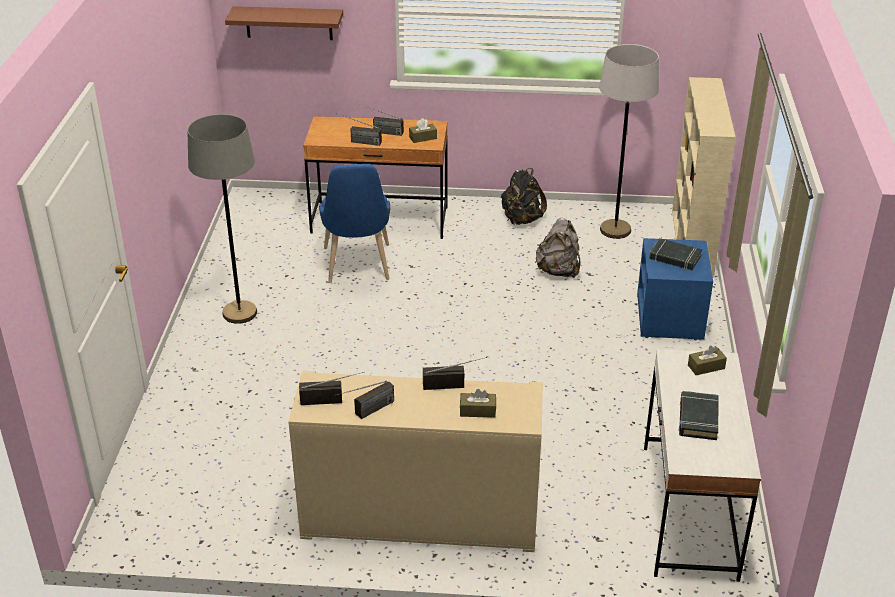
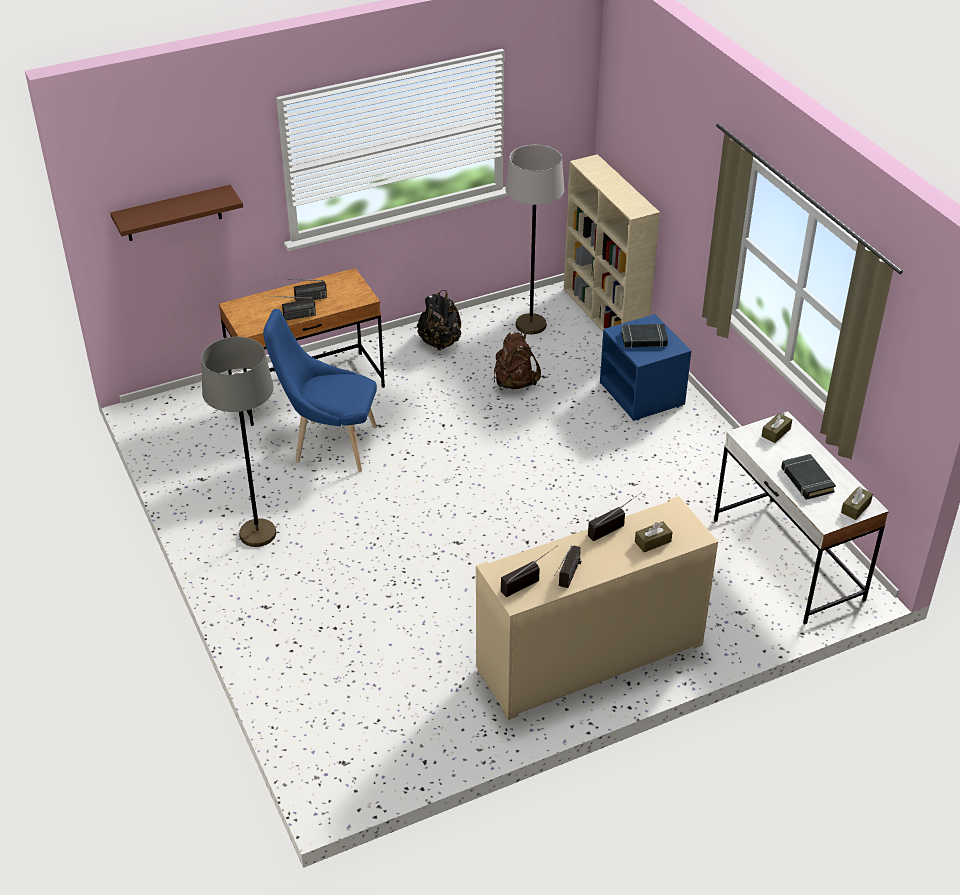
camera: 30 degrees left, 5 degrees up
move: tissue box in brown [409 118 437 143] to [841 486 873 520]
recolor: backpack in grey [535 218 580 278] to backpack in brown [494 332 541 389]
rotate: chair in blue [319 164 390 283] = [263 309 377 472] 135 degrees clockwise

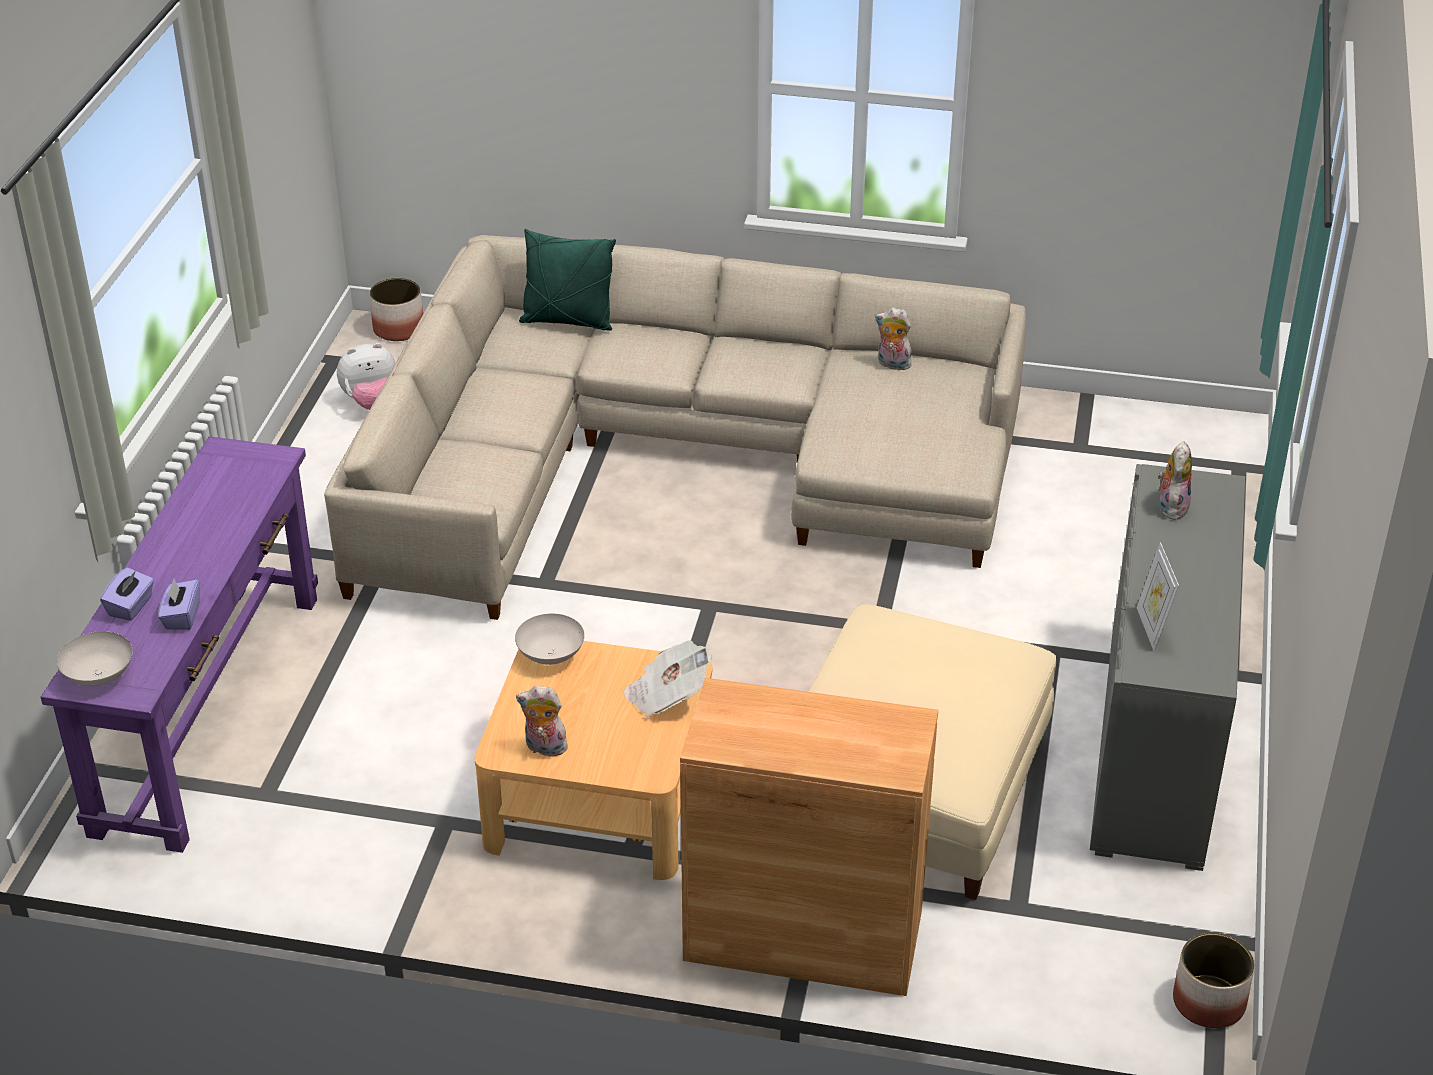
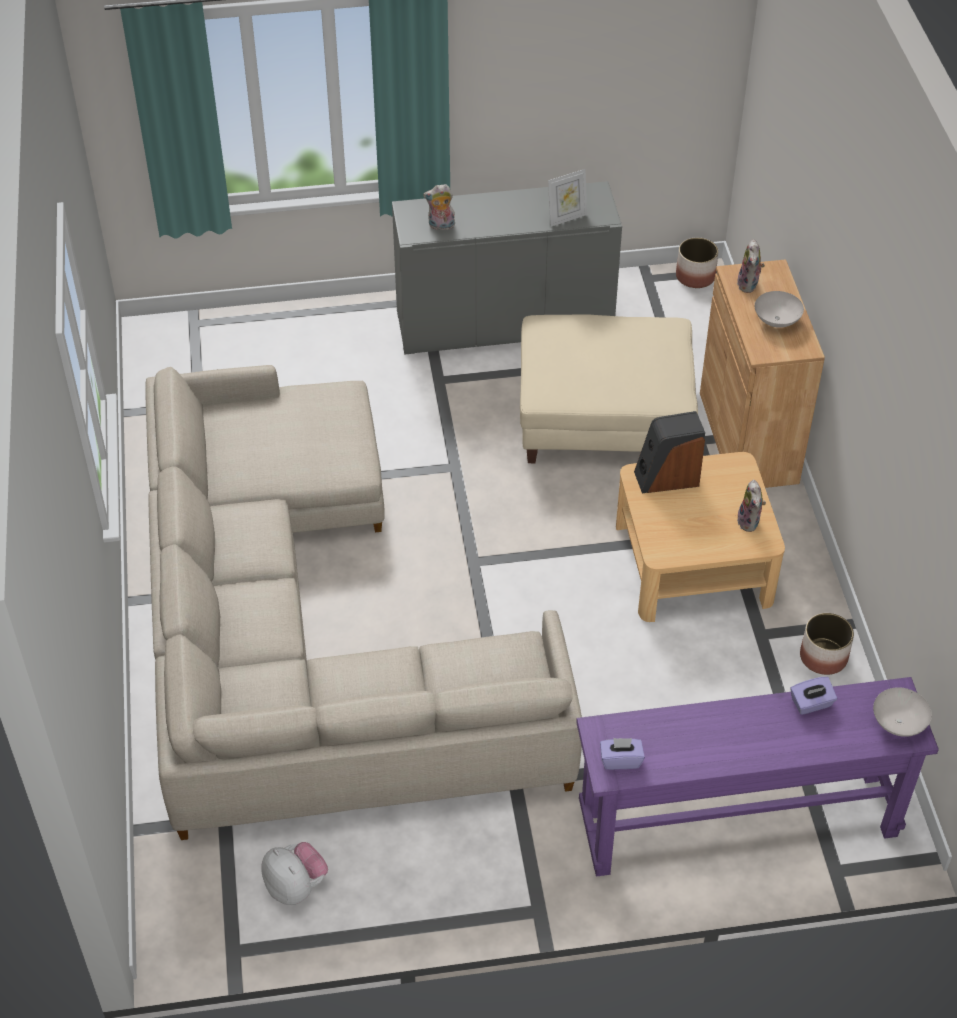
camera: 110 degrees left, 10 degrees up
delete: pillow in green [519 229 616 331]
move: tissue box in purple [100 567 154 621] to [600 738 645 770]; planter [369 278 423 341] to [800 613 854 675]; bowl in white [515 614 585 665] to [755 291 804 328]; plush toy [875 307 912 370] to [738 239 765 293]
replace: newspaper [624 640 712 718] to speaker [634 411 705 493]

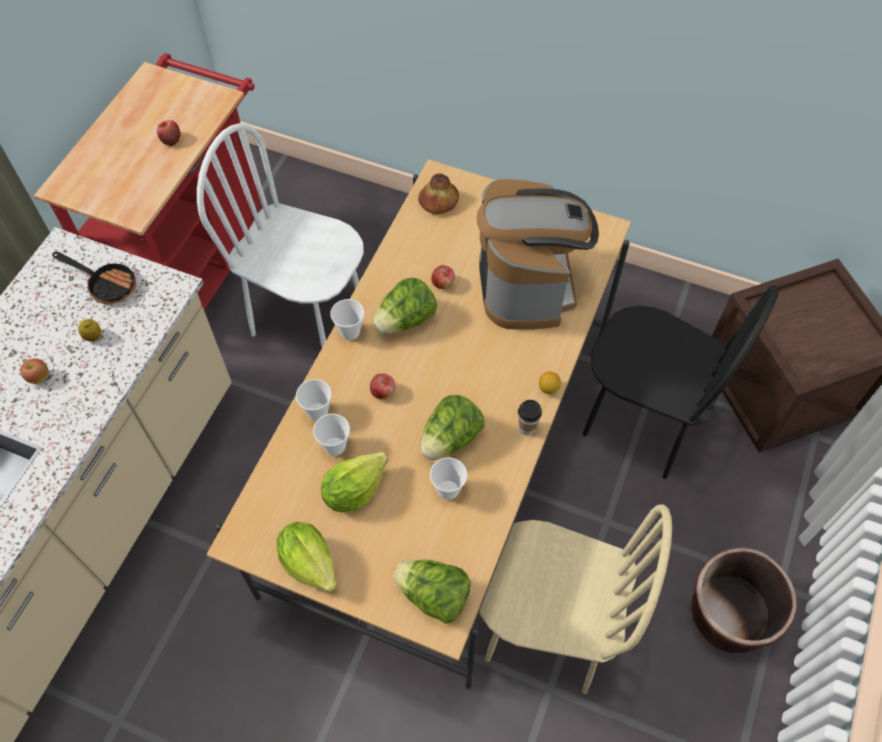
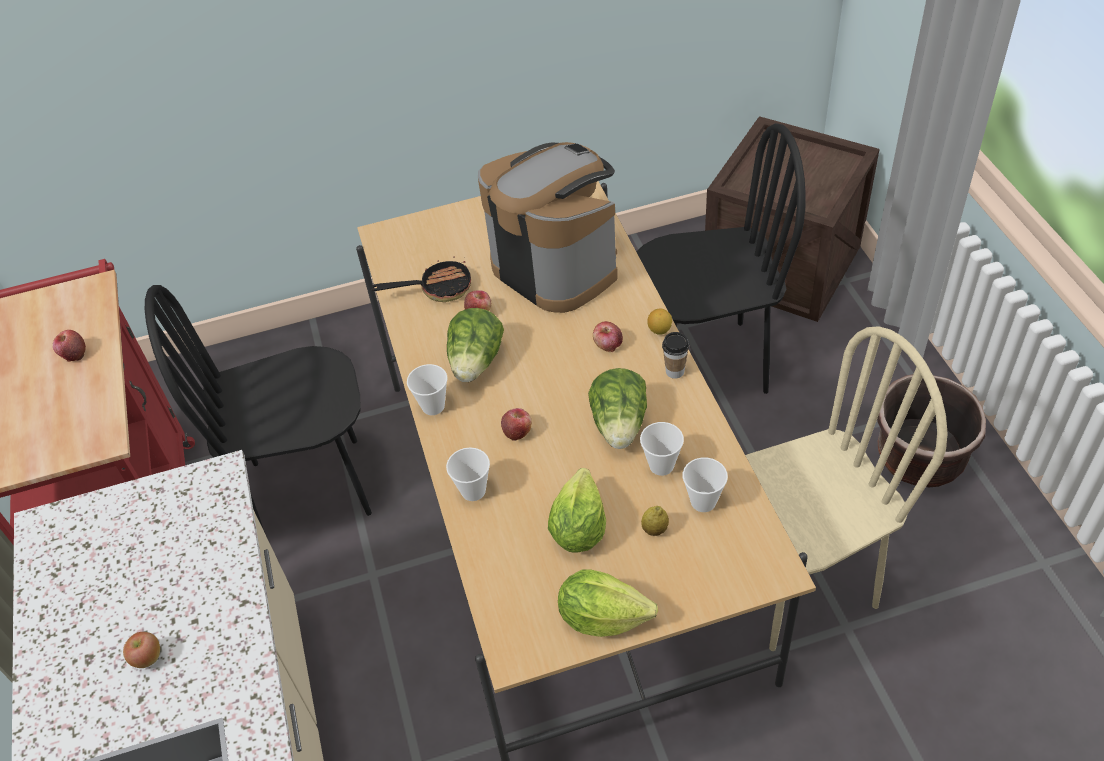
camera: 35 degrees left, 10 degrees down
delete: lettuce [393 560 471 624]; bread [418 173 459 214]
insert: apple [593 321 623 352]
move: frying pan [52 252 136 305] to [371 257 471 302]; lemon [79 319 101 341] to [641 506 669 536]; cup [313 414 350 456] to [682 458 728 512]
recolor: chair in white [197 123 364 347] to chair in black [145 285 372 530]

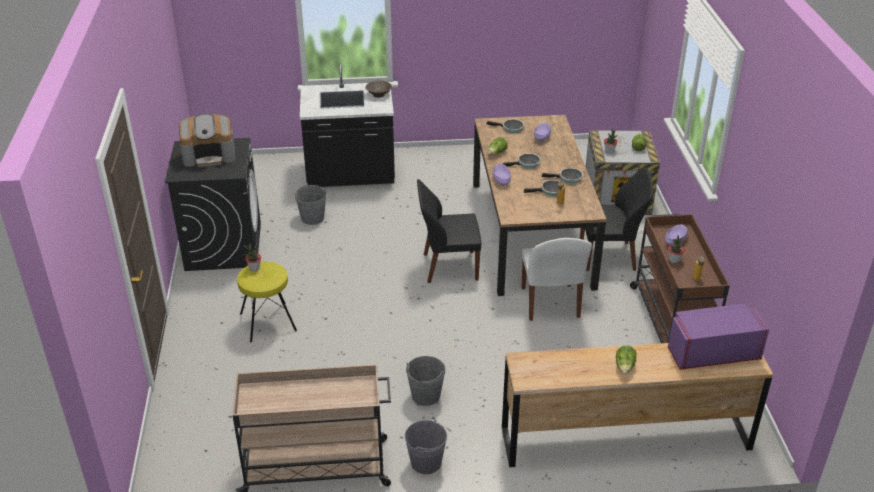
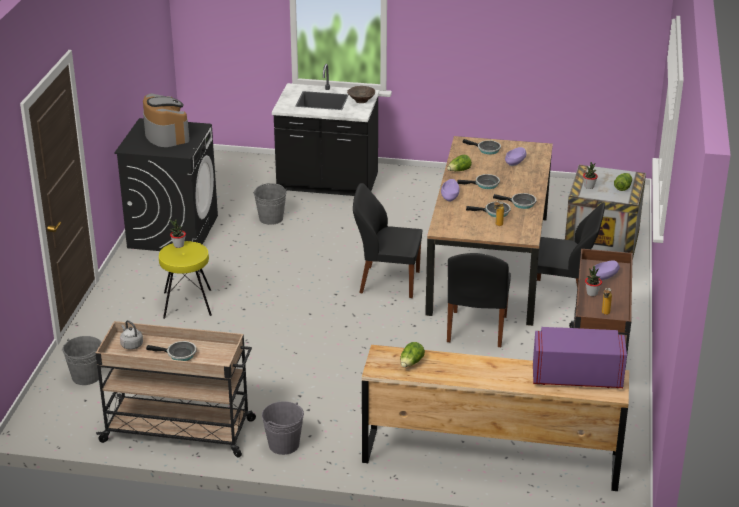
camera: 15 degrees right, 5 degrees down
insert: kettle in grey [120 320 143 350]; frying pan [146 341 197 361]
move: bucket in grey [406 356 446 406] to [62 336 102 385]; lettuce [616 345 637 374] to [400 342 425 367]
recolor: chair in white [522 238 592 321] to chair in black [447 253 511 347]
rotate: coffee machine [179 114 235 167] = [143 93 189 147] 120 degrees counterclockwise

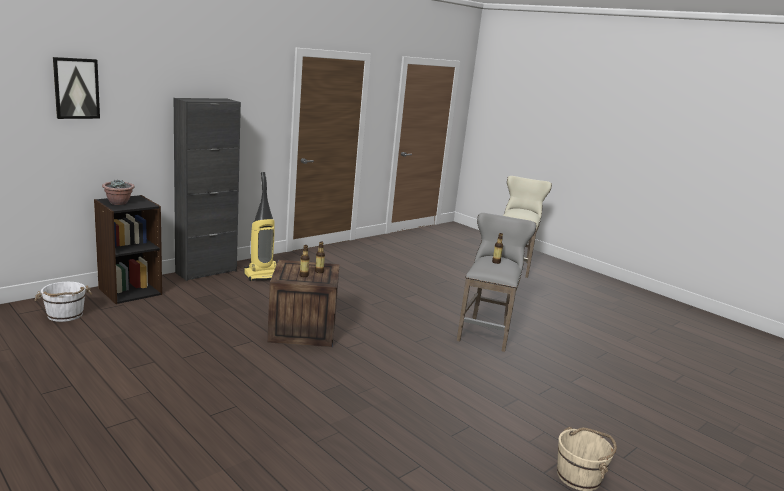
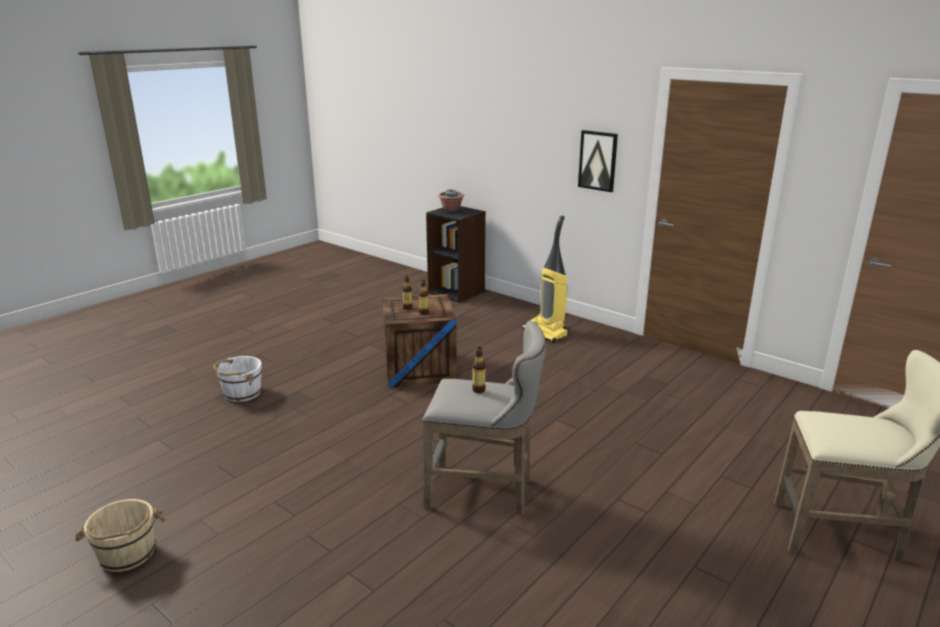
camera: 85 degrees right, 5 degrees up
delete: cabinet in black [174 98 241 281]
move: bucket in white [34 282 92 322] to [213 356 262 402]; picture [53 57 100 119] to [578 130 618 192]

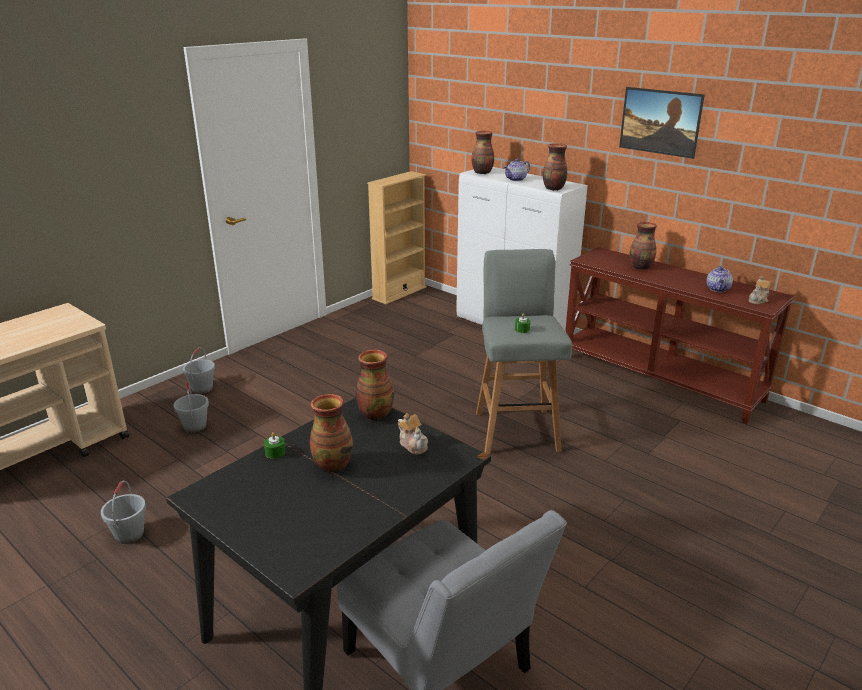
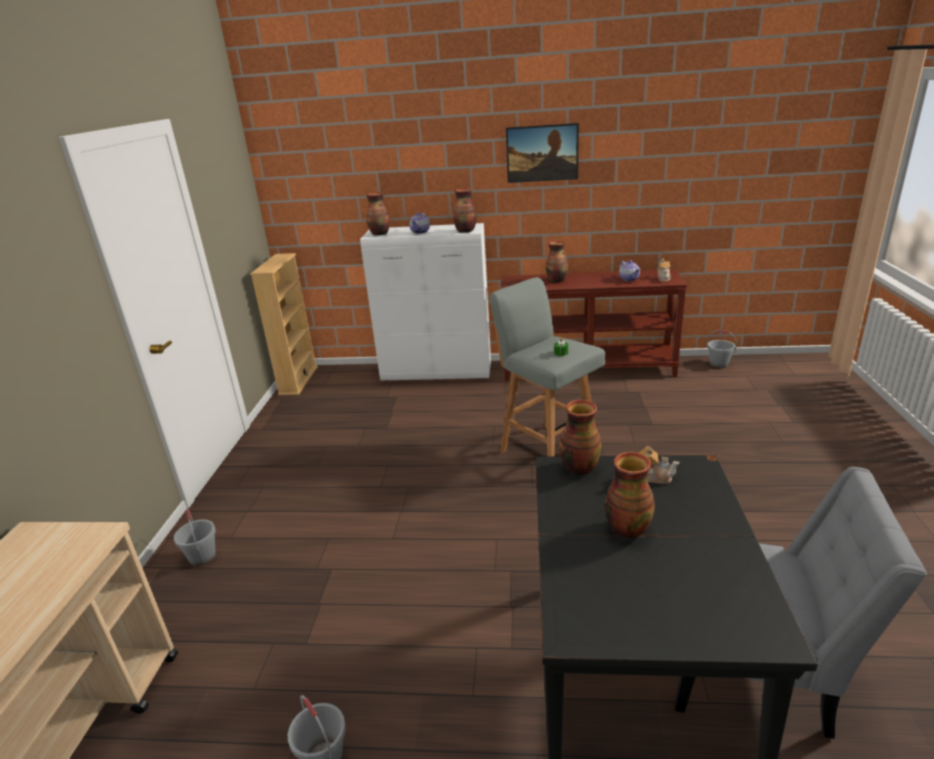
camera: 35 degrees left, 0 degrees up
delete: candle in green [264 432 286 459]
move: bucket in grey [173 382 209 433] to [707 330 737 368]

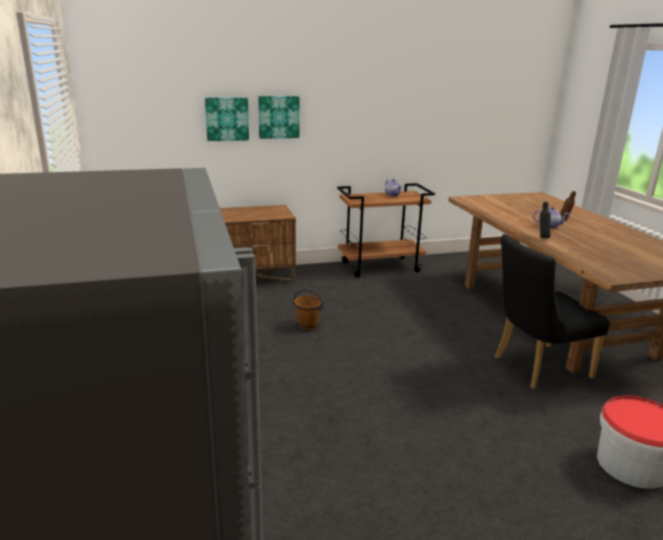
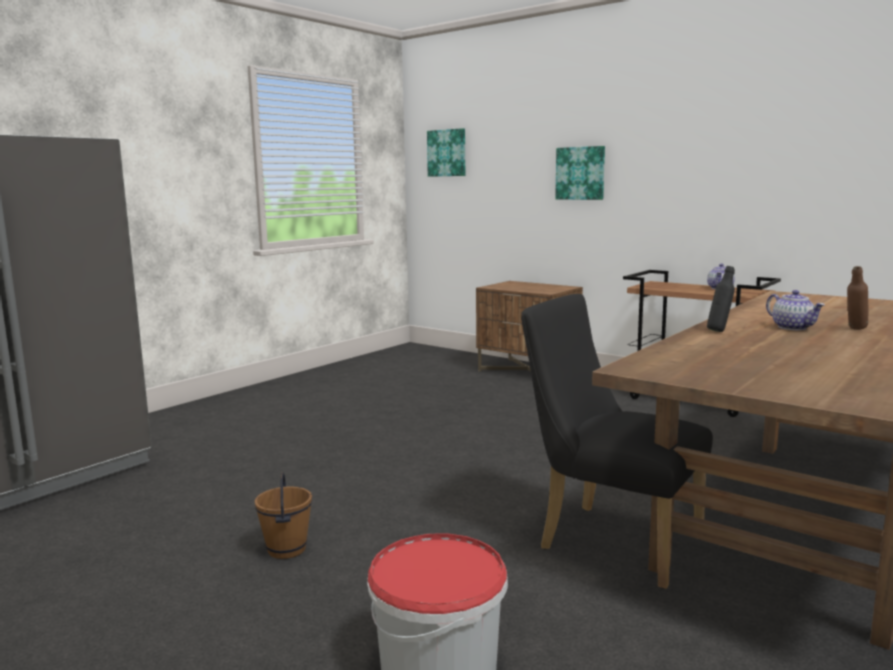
camera: 55 degrees right, 10 degrees down
move: picture [205 97 249 141] to [427 128 465 177]; bucket in brown [293 289 324 330] to [254 472 312 559]

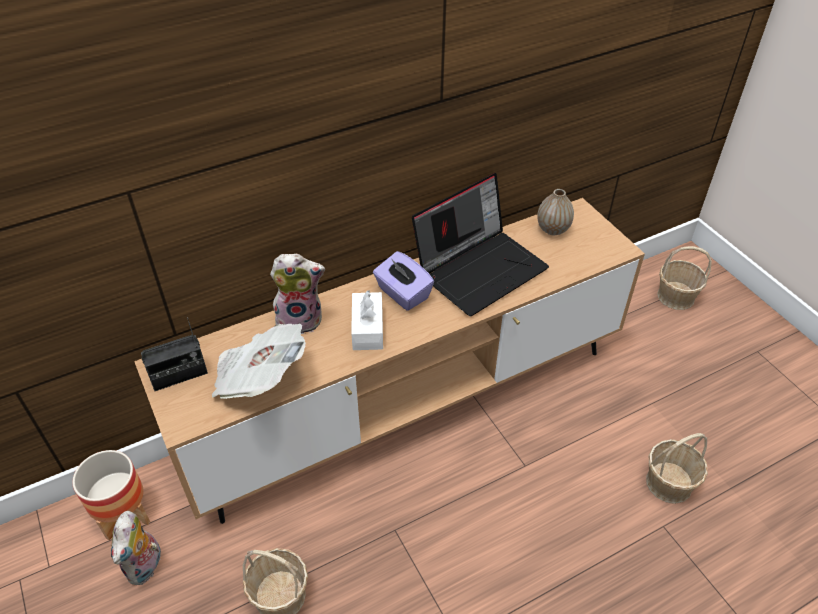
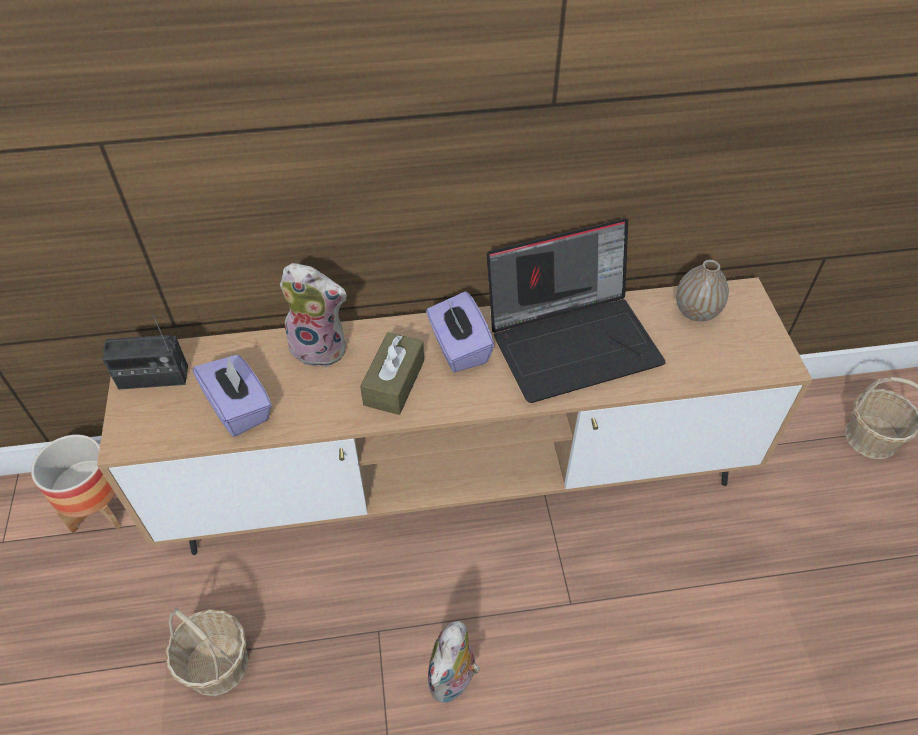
camera: 20 degrees right, 5 degrees up
delete: basket [646 433 708 504]
move: plush toy [111 511 164 585] to [427 621 479 703]
replace: newspaper [212 324 306 399] to tissue box in purple [193 355 272 437]
recolor: tissue box in white [351 290 383 350] to tissue box in brown [360 332 424 415]

